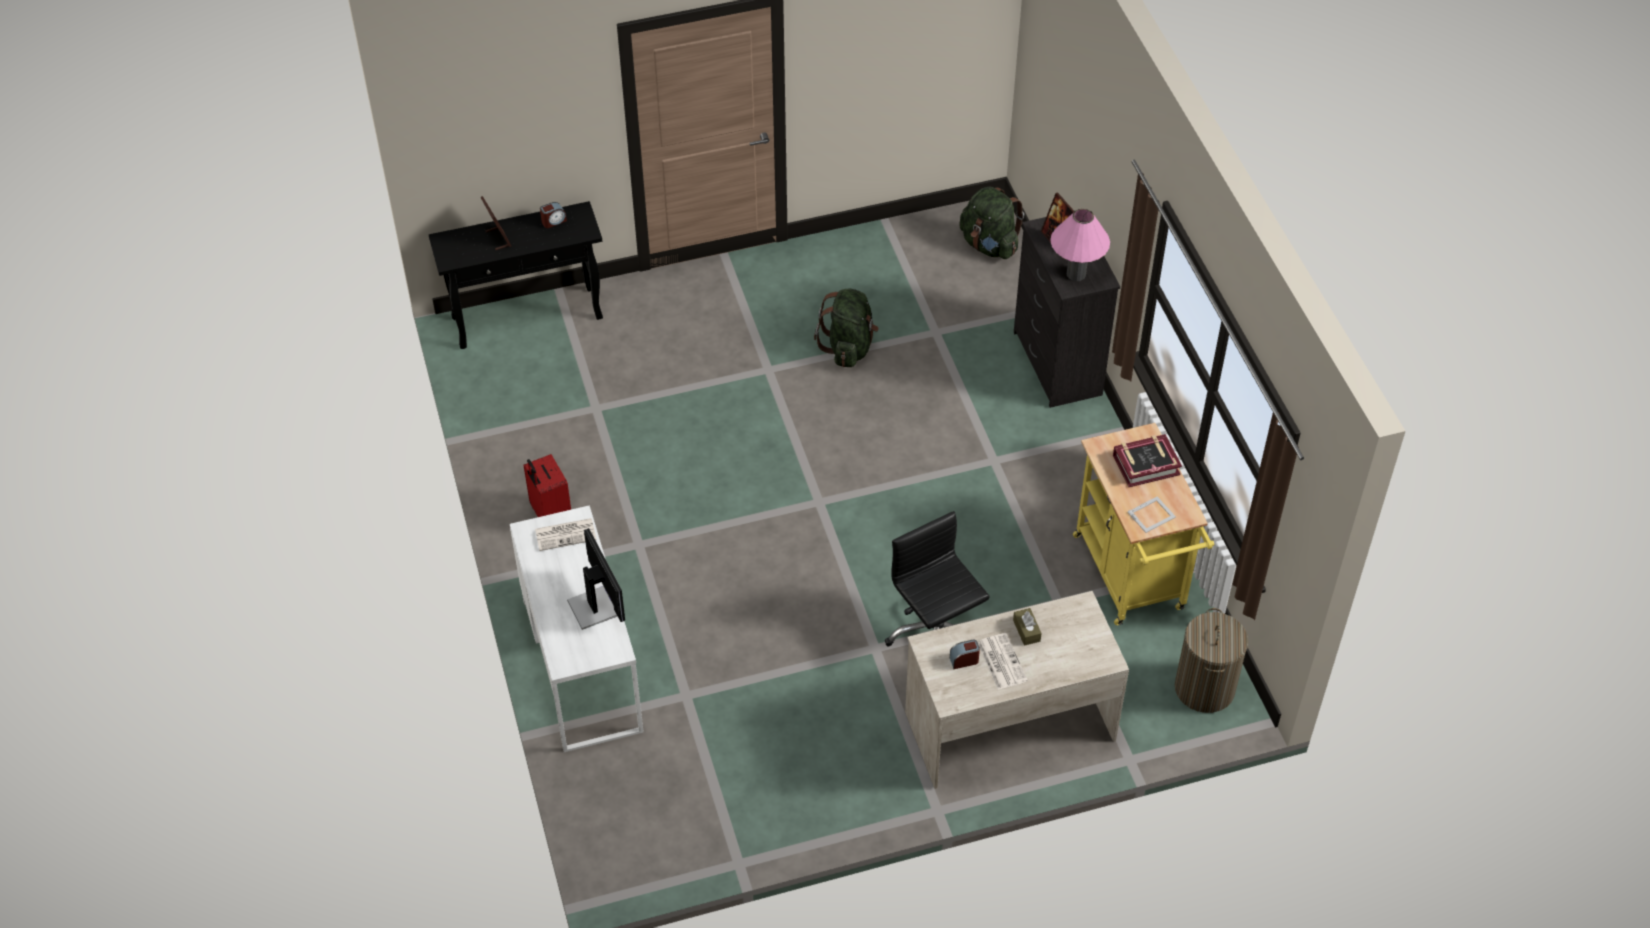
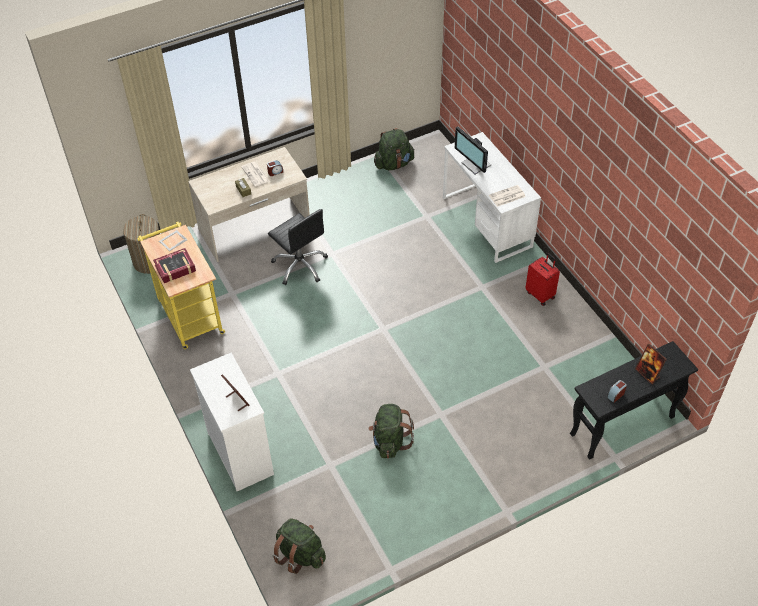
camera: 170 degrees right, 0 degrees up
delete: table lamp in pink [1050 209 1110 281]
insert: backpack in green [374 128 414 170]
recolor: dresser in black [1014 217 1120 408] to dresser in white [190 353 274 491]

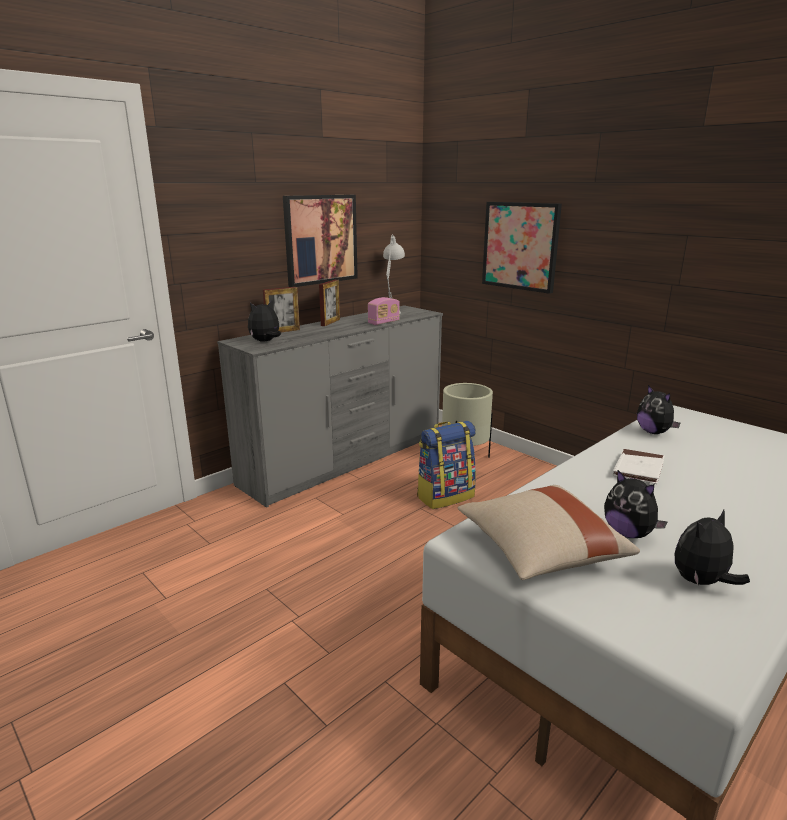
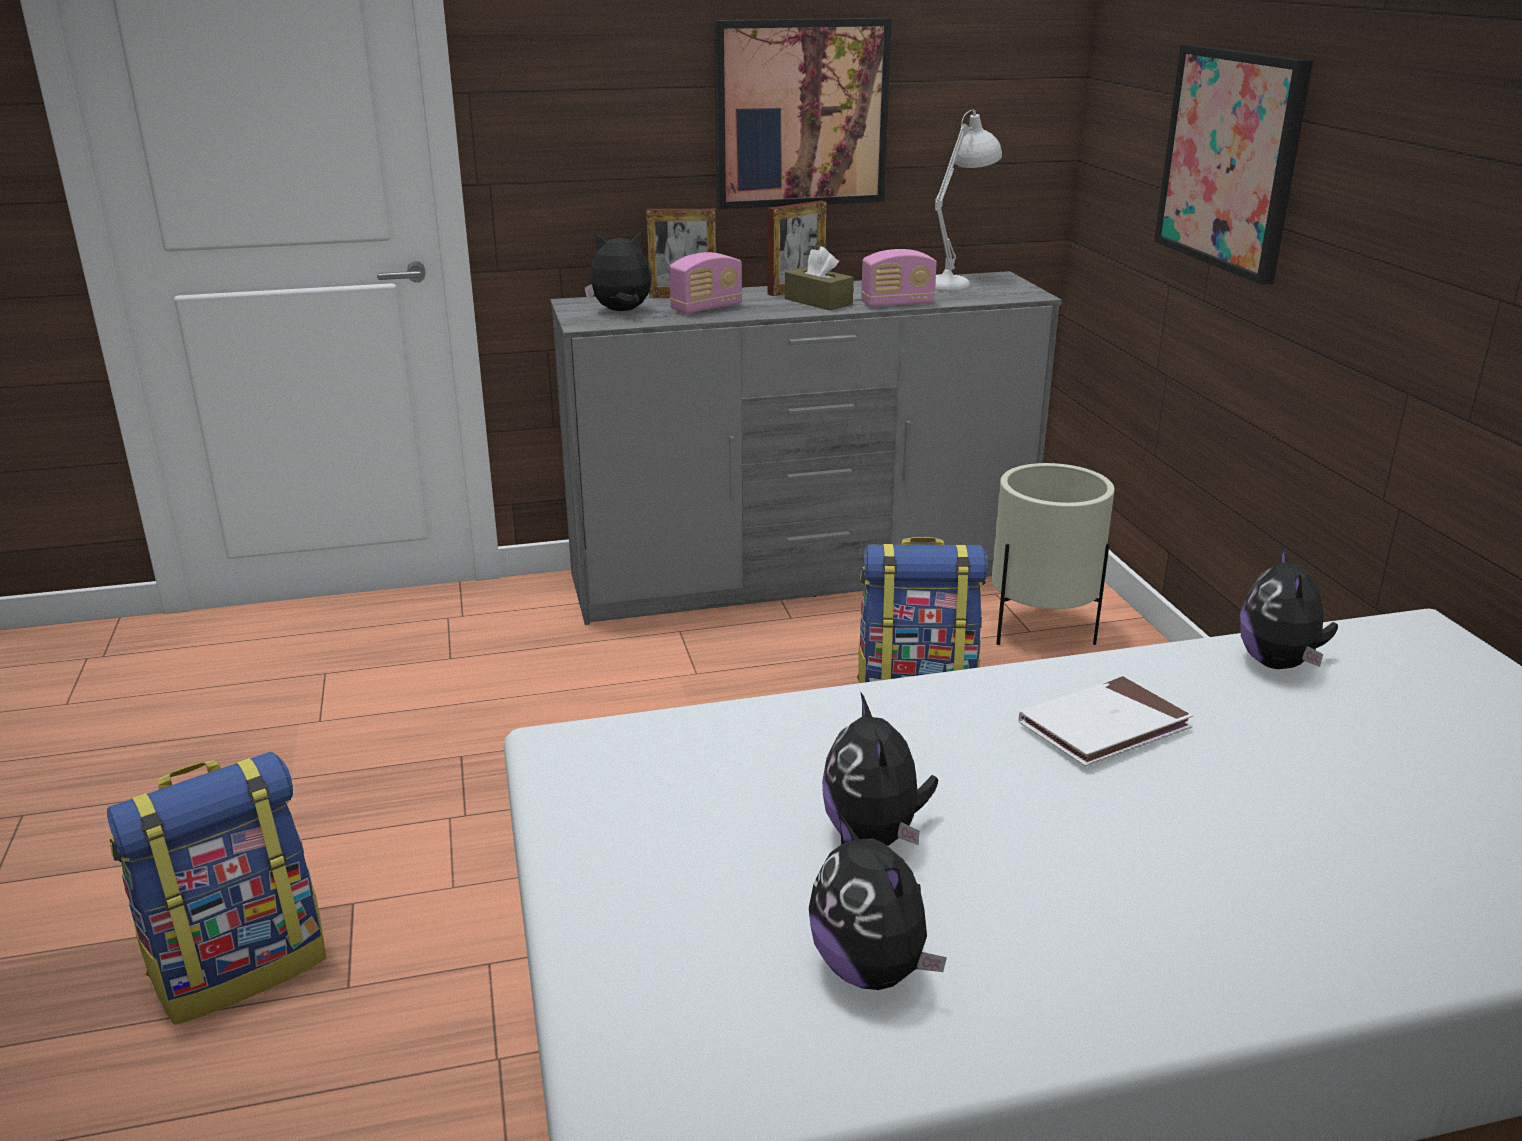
camera: 30 degrees right, 5 degrees up
delete: pillow in beige [458 485 640 580]
insert: backpack [107 752 326 1025]; radio [669 252 743 314]; tissue box in brown [785 247 854 311]
rotate: plush toy [675 510 750 585] = [809 814 947 990] 120 degrees counterclockwise

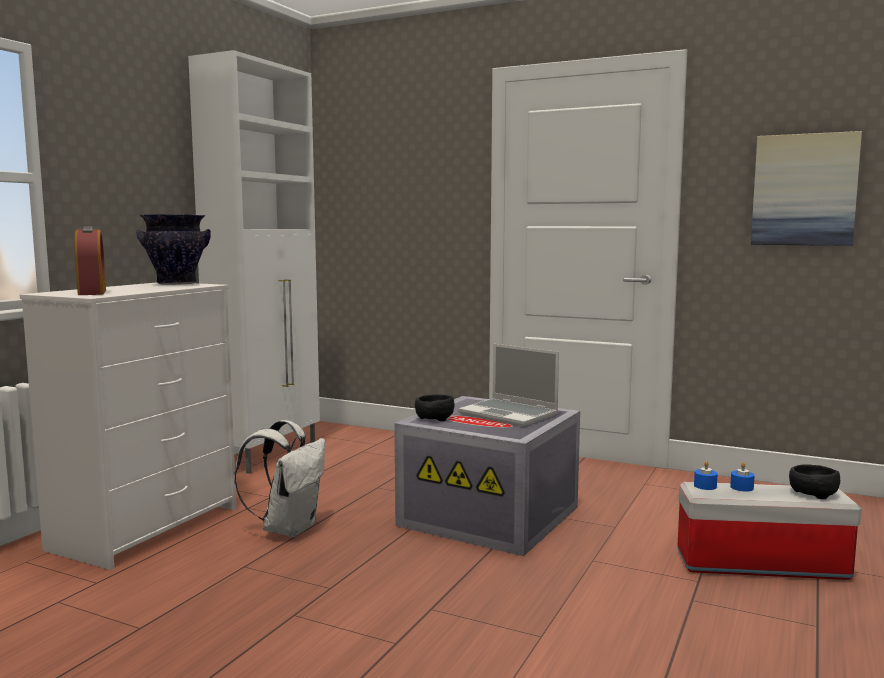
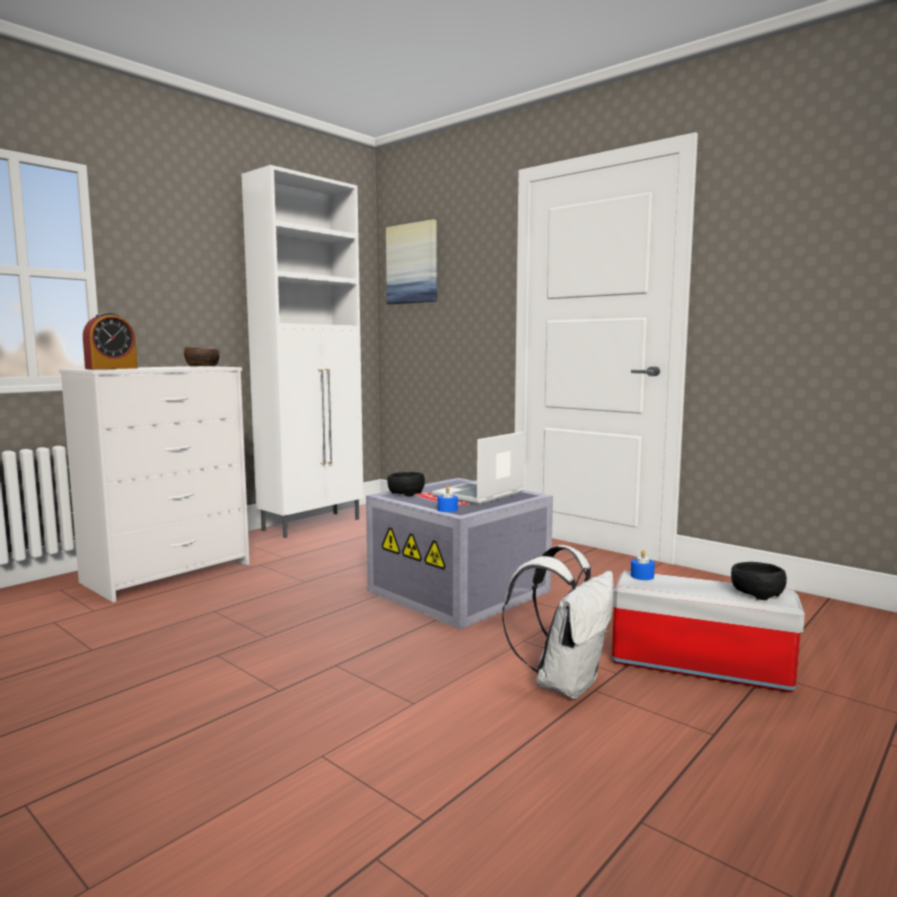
camera: 15 degrees right, 0 degrees up
move: backpack in white [234 420 325 537] to [502 545 614 699]; candle in blue [730 462 755 492] to [438 486 458 512]; picture [751 131 862 246] to [386 219 437 304]
replace: vase [136 214 211 285] to bowl in brown [184 347 220 366]
rotate: alarm clock [74 226 106 295] = [83 312 137 369] 45 degrees clockwise; laptop [458 344 559 427] = [432 431 525 505] 75 degrees clockwise

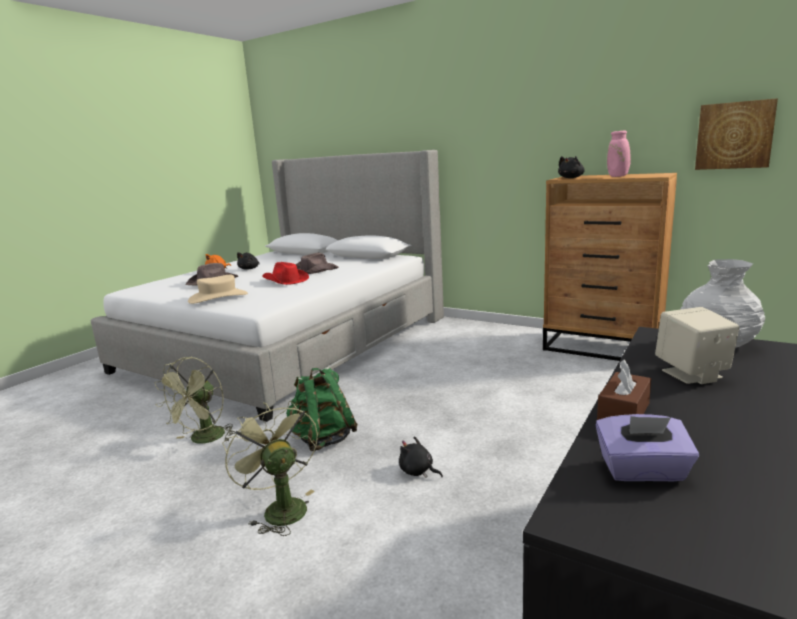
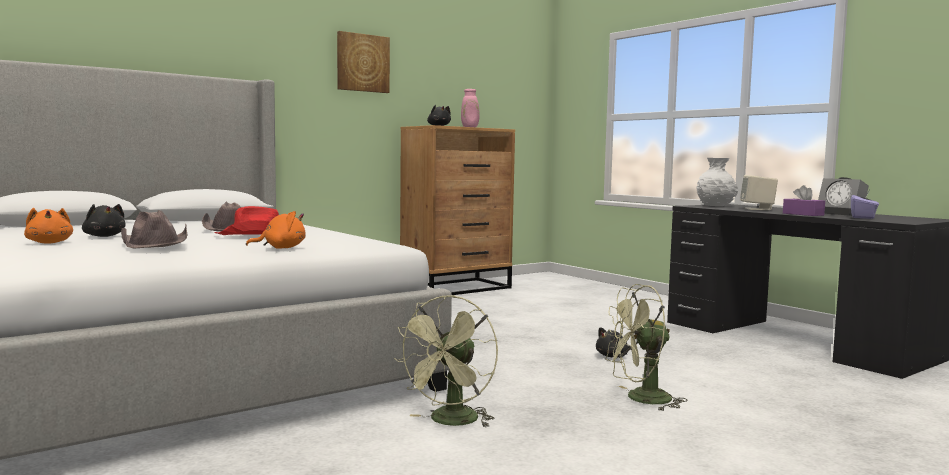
camera: 70 degrees left, 10 degrees down
delete: backpack in green [286 367 358 451]
insert: alarm clock [818 177 869 216]
move: picture [695 98 778 170] to [337 31 390 93]
replace: hat in beige [188 275 248 304] to plush toy in orange [246 211 306 249]
recolor: tissue box in brown [597 360 651 420] to tissue box in purple [783 185 825 216]
rotate: fan in green [155 357 235 444] = [394 295 498 427] 75 degrees clockwise

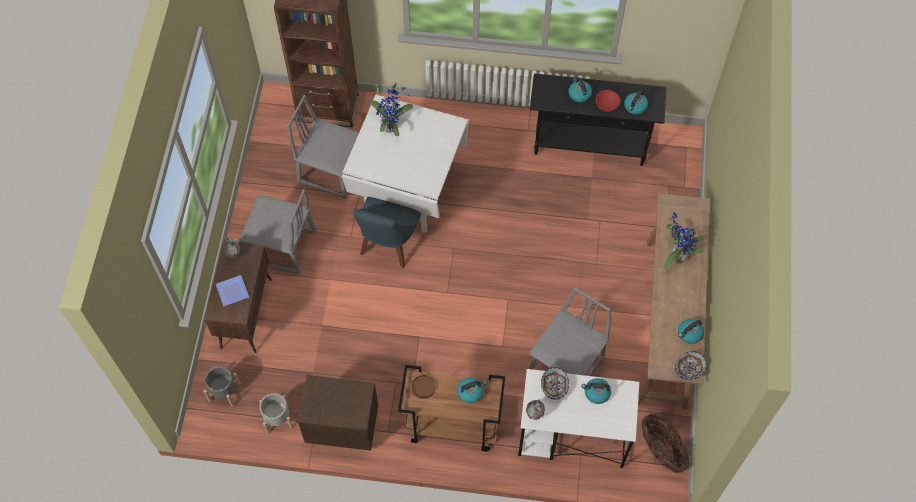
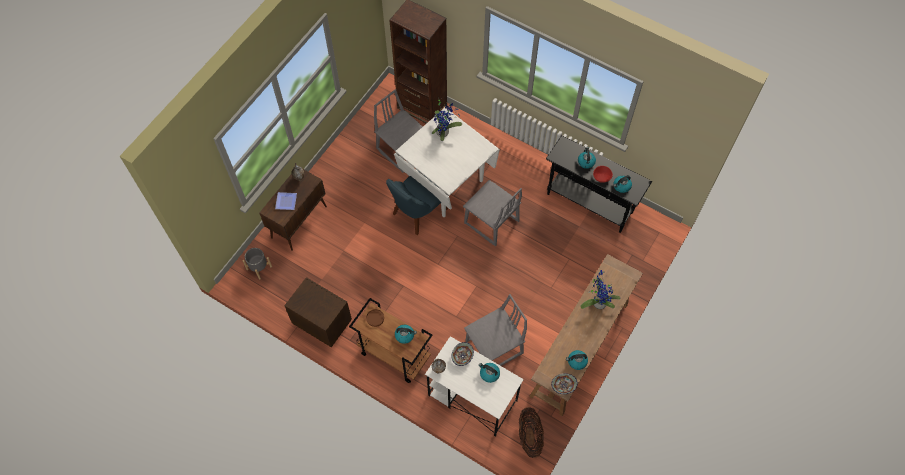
camera: 25 degrees right, 0 degrees up
delete: planter in grey [259 393 293 434]
move: chair in grey [239 188 317 275] to [463 180 522 246]

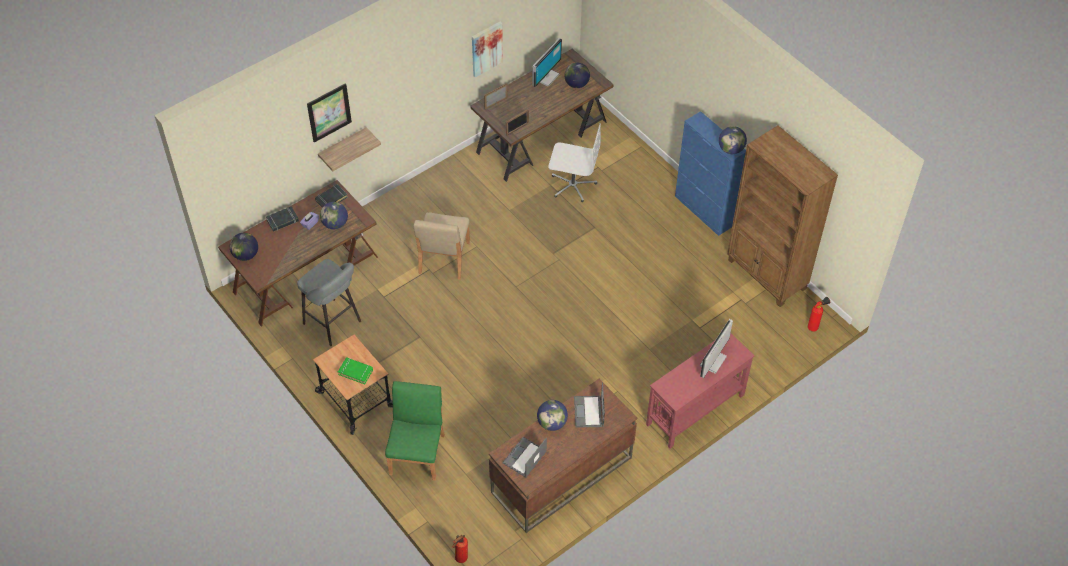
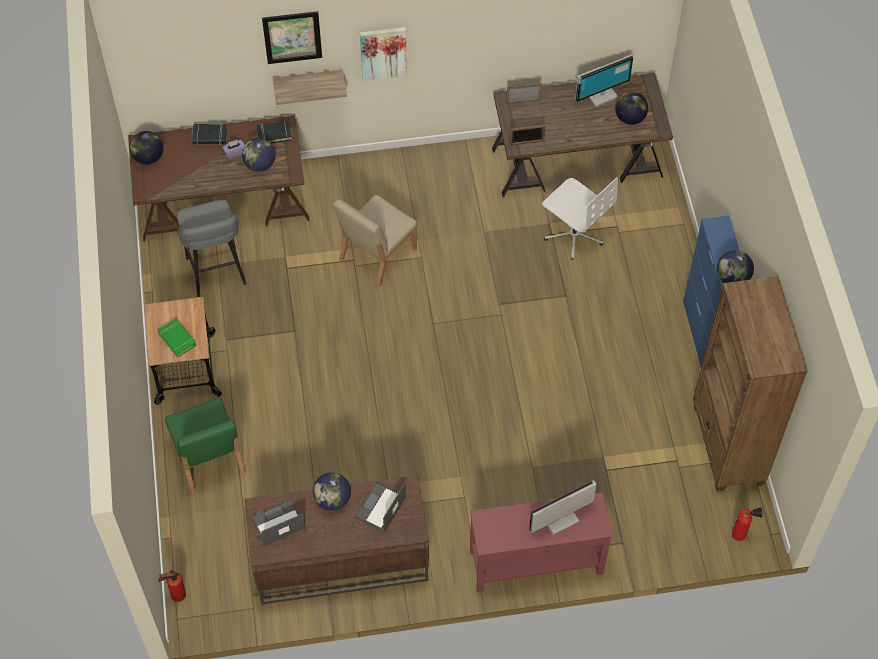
camera: 30 degrees right, 5 degrees up
move: picture [472 21 503 78] to [360 27 407 81]
rotate: chair in green [385 381 445 481] = [165 398 246 494] 120 degrees clockwise

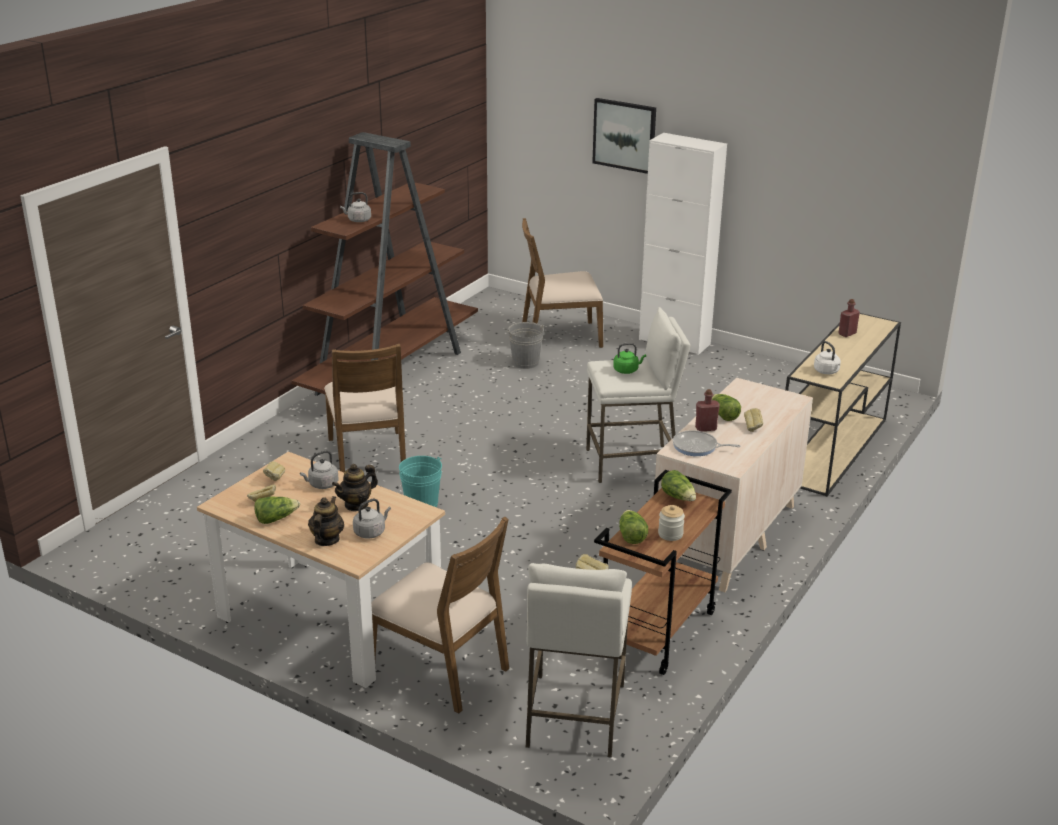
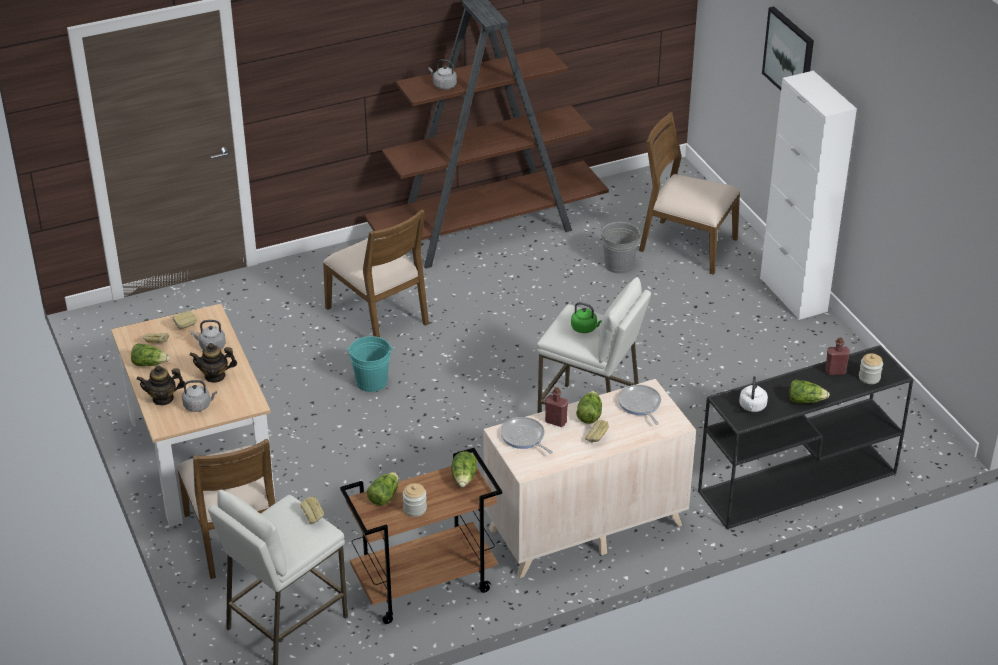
camera: 35 degrees right, 10 degrees up
insert: frying pan [618 385 661 425]; lettuce [789 380 830 404]; jar [859 353 883 384]
recolor: console table in beige [785 313 901 497] to console table in black [698 345 914 529]
rotate: teapot [308 496 344 546] = [137 365 185 406] 150 degrees counterclockwise; chair in brown [324 344 406 473] = [323 209 429 337] 60 degrees counterclockwise

